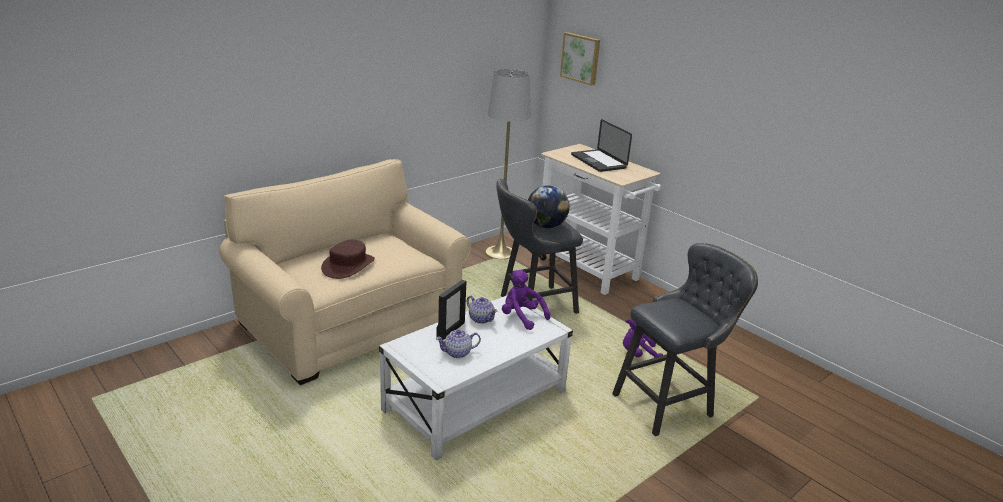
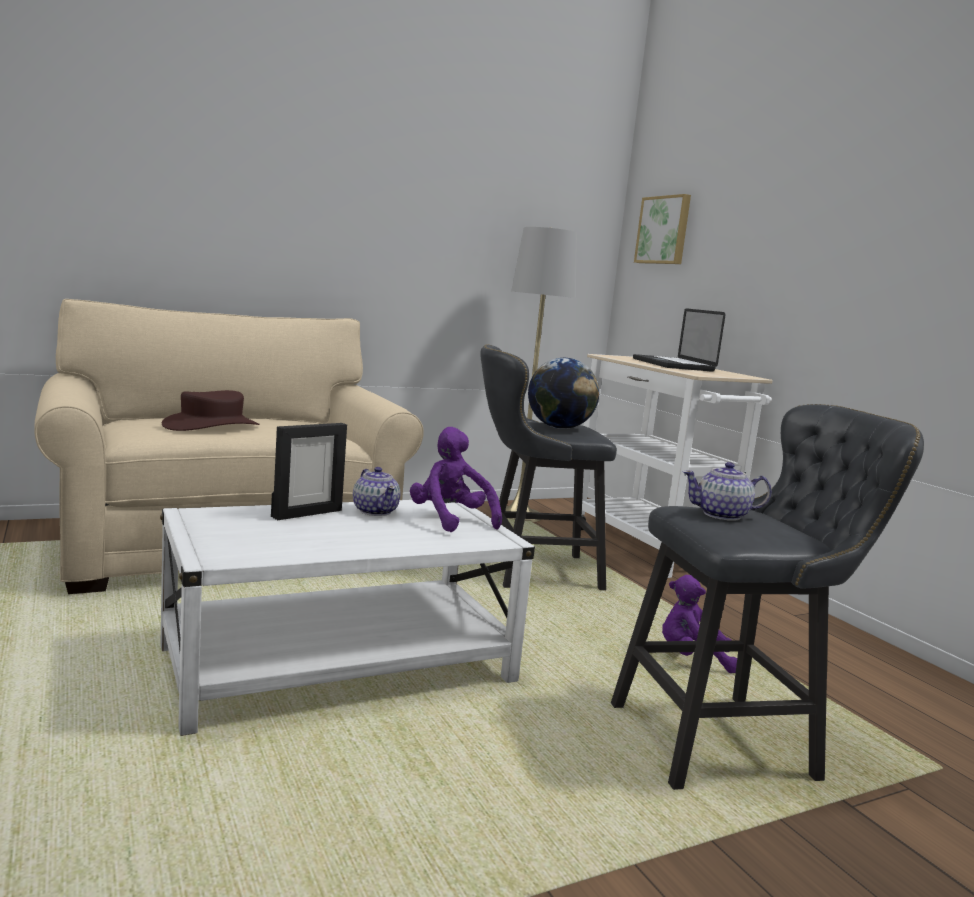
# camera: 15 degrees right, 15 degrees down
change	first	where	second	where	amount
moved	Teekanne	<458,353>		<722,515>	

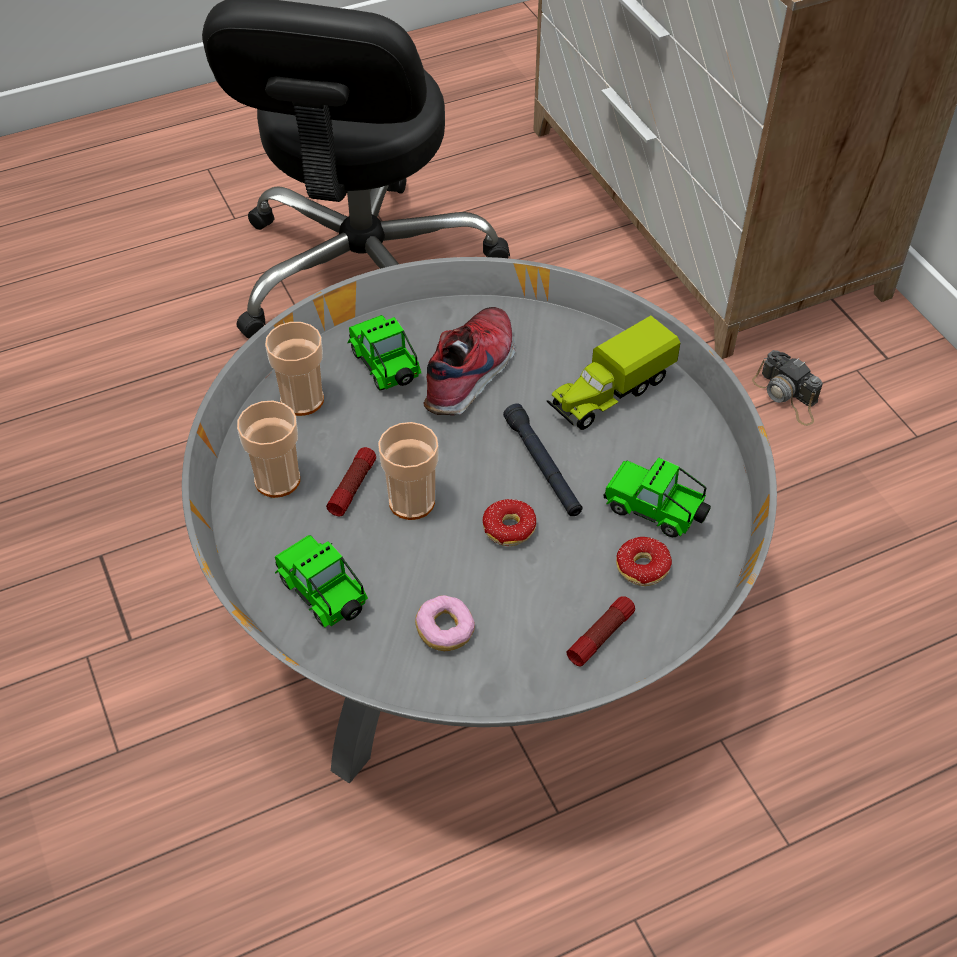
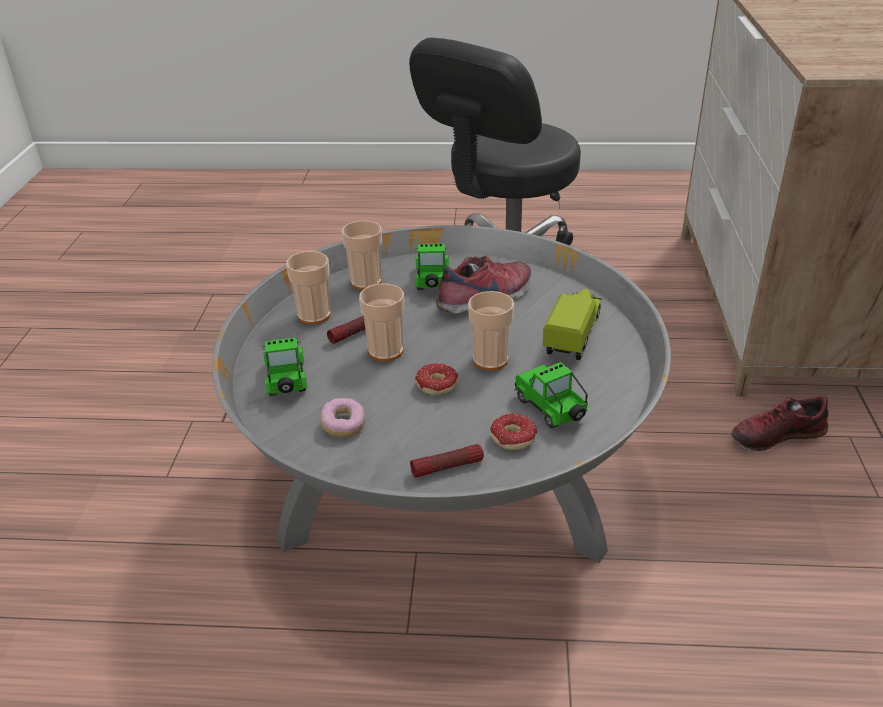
# camera: 30 degrees right, 15 degrees down
change	first	where	second	where	amount
turned	Spielzeuglaster	<610,393>		<573,335>	120 degrees clockwise
replaced	Kamera	<787,396>	Schuh	<776,435>	
replaced	Taschenlampe/schwarz	<543,467>	Tasse	<490,360>	

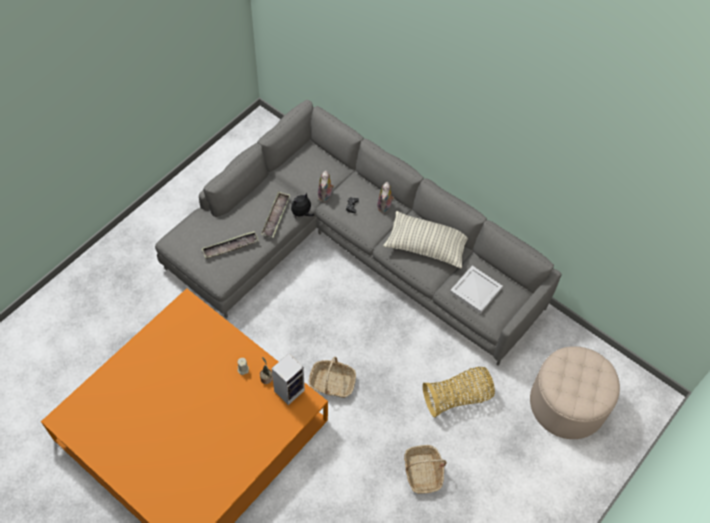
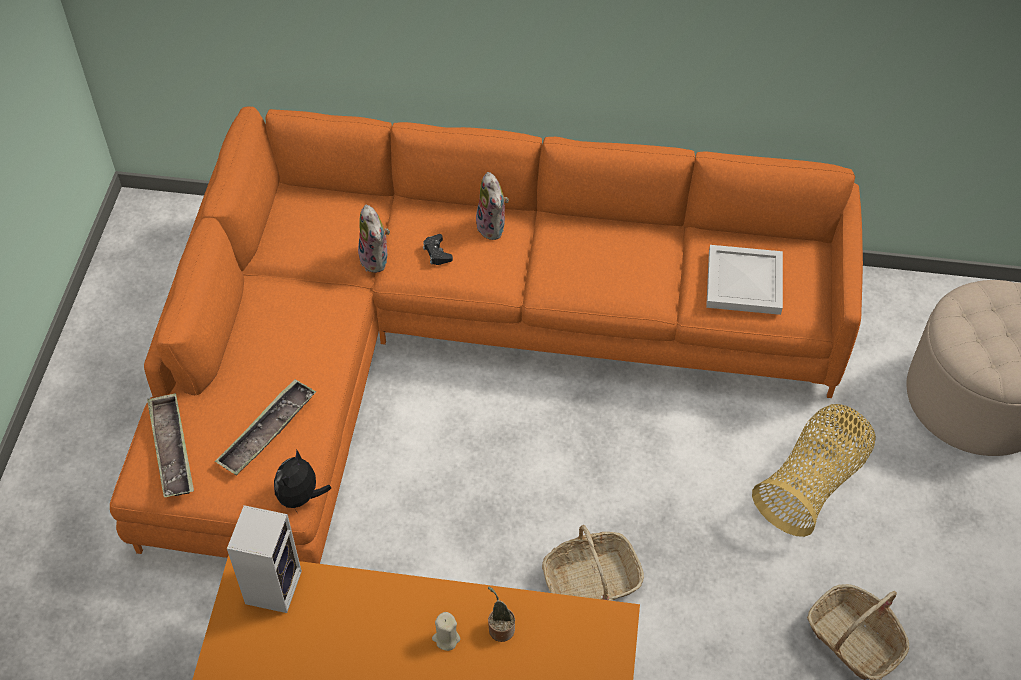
# camera: 30 degrees left, 5 degrees down
change	first	where	second	where	amount
recoloured	Sofa/grau	<348,249>	Sofa/orange	<453,344>	
moved	Tablett	<276,216>		<172,449>	
moved	Plüschtier	<302,213>		<301,497>	
removed	Kissen	<427,245>			
moved	Lautsprecher	<289,390>		<273,585>	

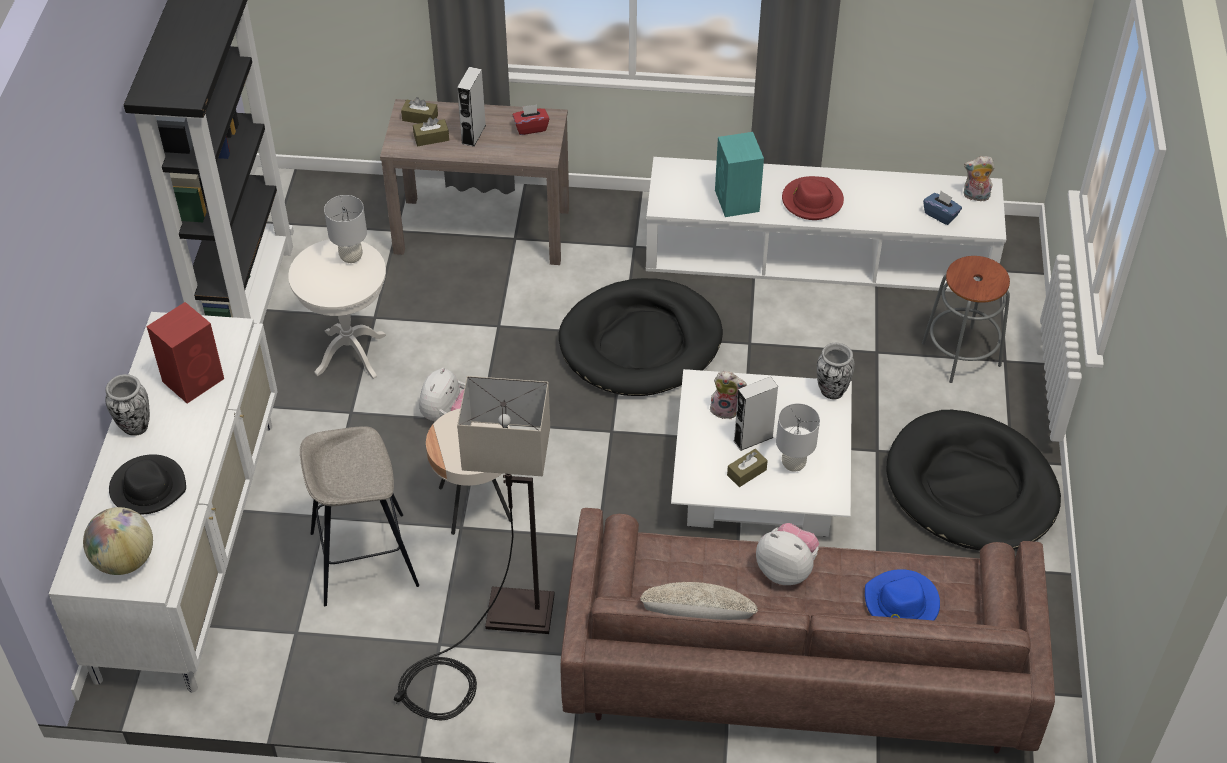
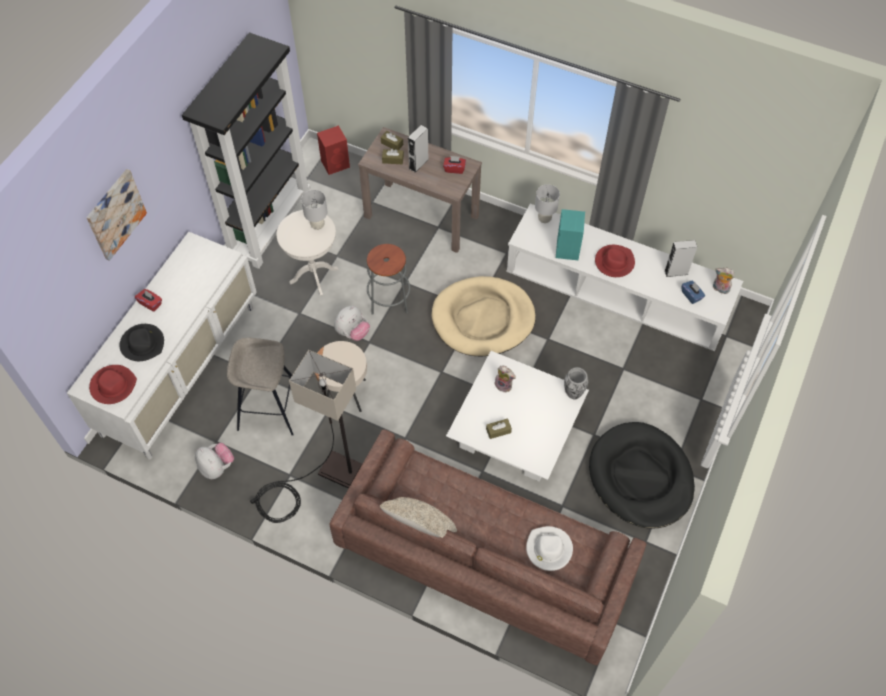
# camera: 20 degrees right, 10 degrees up
change	first	where	second	where	amount
moved	Hocker/grau	<961,354>		<389,298>	
recoloured	Hundebett/schwarz	<641,343>	Hundebett/beige	<483,319>	
moved	Lautsprecher/rot	<194,379>		<336,164>	
replaced	Vase	<135,427>	Taschentuchbox/rot	<151,303>	
moved	Lautsprecher/grau	<753,439>		<676,272>	
moved	Tischlampe/grau	<794,465>		<544,219>	
replaced	Globus	<124,560>	Hut/rot	<113,385>	
moved	Plüschtier	<786,569>		<217,467>	
recoloured	Hut/blau	<901,604>	Hut/weiß	<548,549>	
added			Bild	<115,214>	

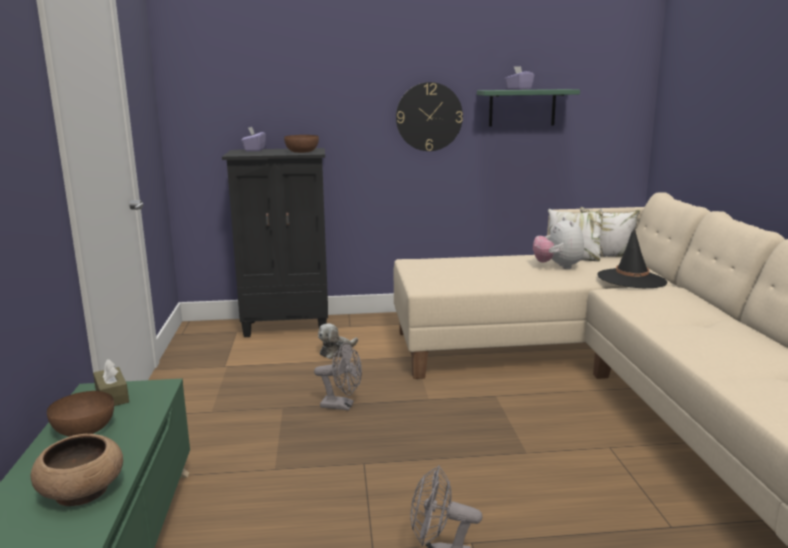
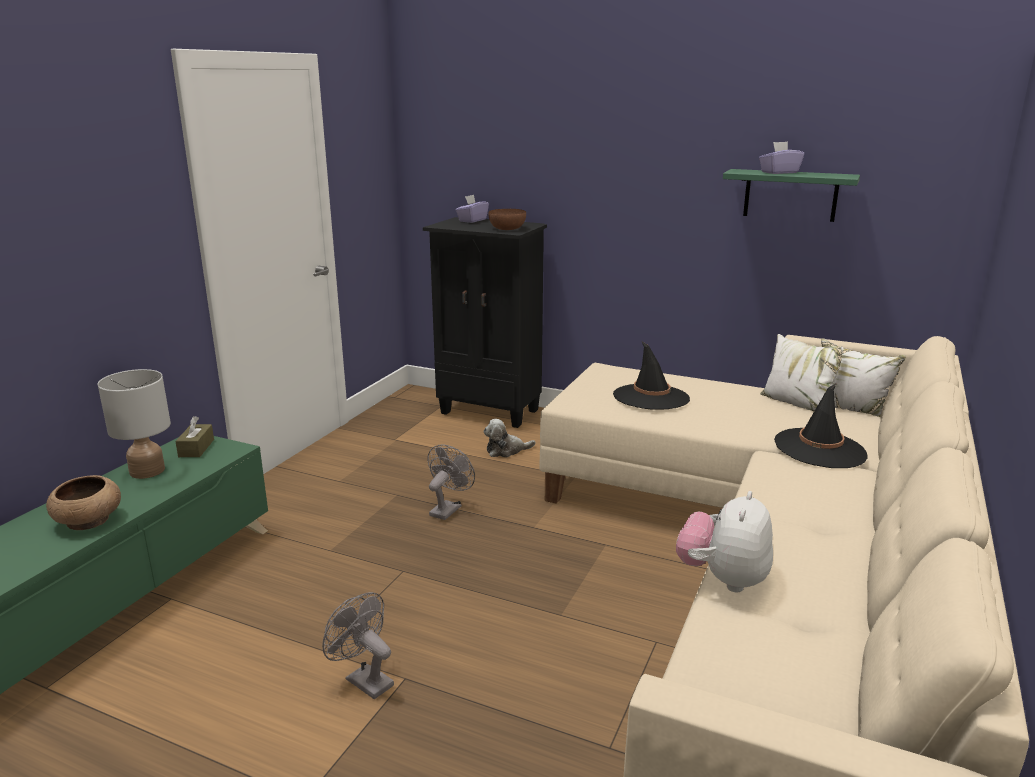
# camera: 30 degrees right, 5 degrees up
change	first	where	second	where	amount
removed	Wanduhr	<429,117>			
moved	Plüschtier	<558,267>		<723,579>	
turned	Ventilator/grau	<342,405>		<448,508>	105 degrees counterclockwise
replaced	Schüssel/braun	<84,429>	Tischlampe/grau	<147,471>	
added			Hut/schwarz	<651,397>	

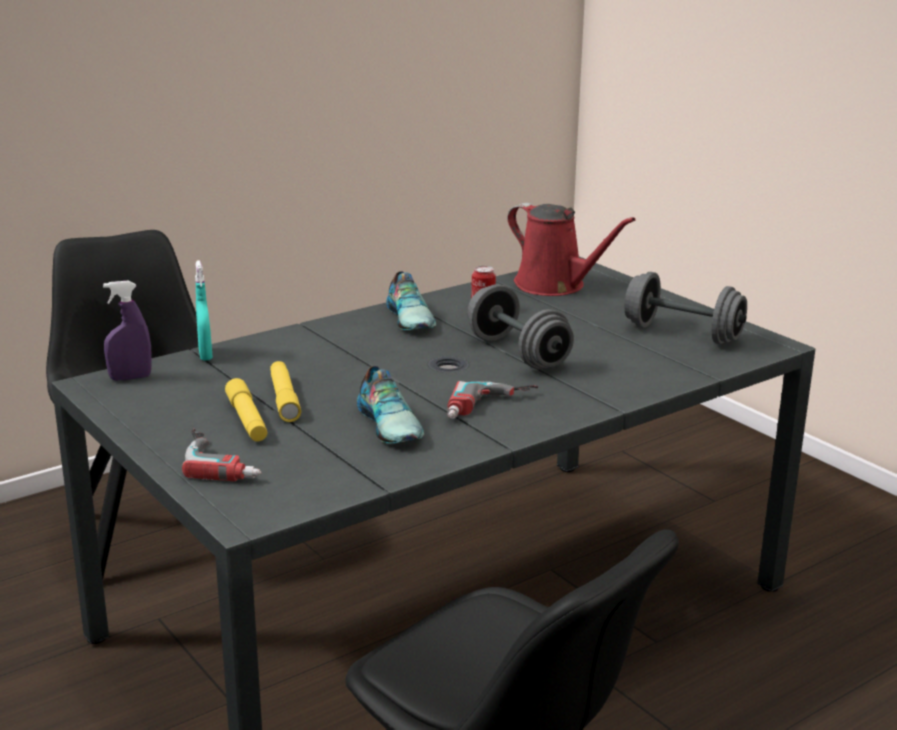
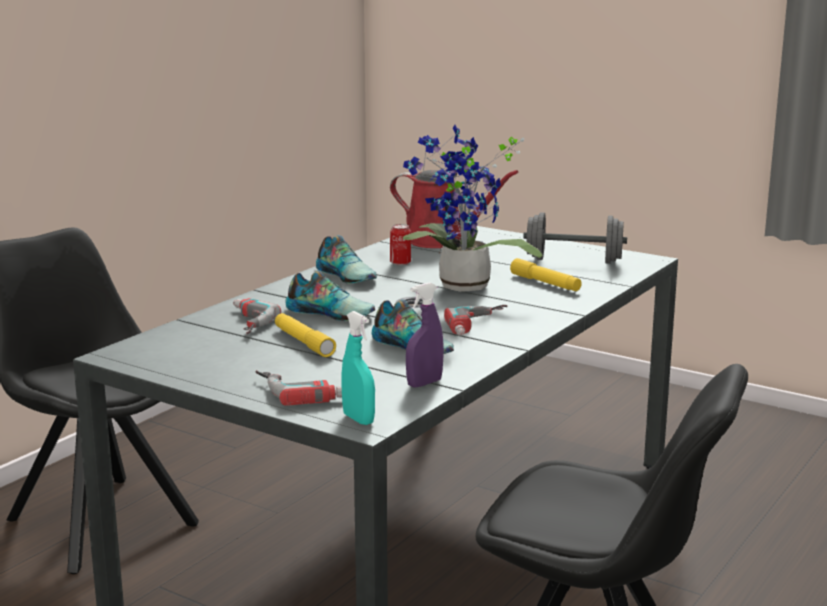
# camera: 20 degrees left, 5 degrees down
change	first	where	second	where	amount
moved	Sprühflasche/türkis	<205,355>		<358,419>	
moved	Sprühflasche/lila	<130,377>		<424,383>	
replaced	Hantel/grau	<518,353>	Topfpflanze	<461,288>	
moved	Taschenlampe/gelb	<247,420>		<545,283>	
added			Schuh	<330,312>	
added			Bohrmaschine	<242,323>	

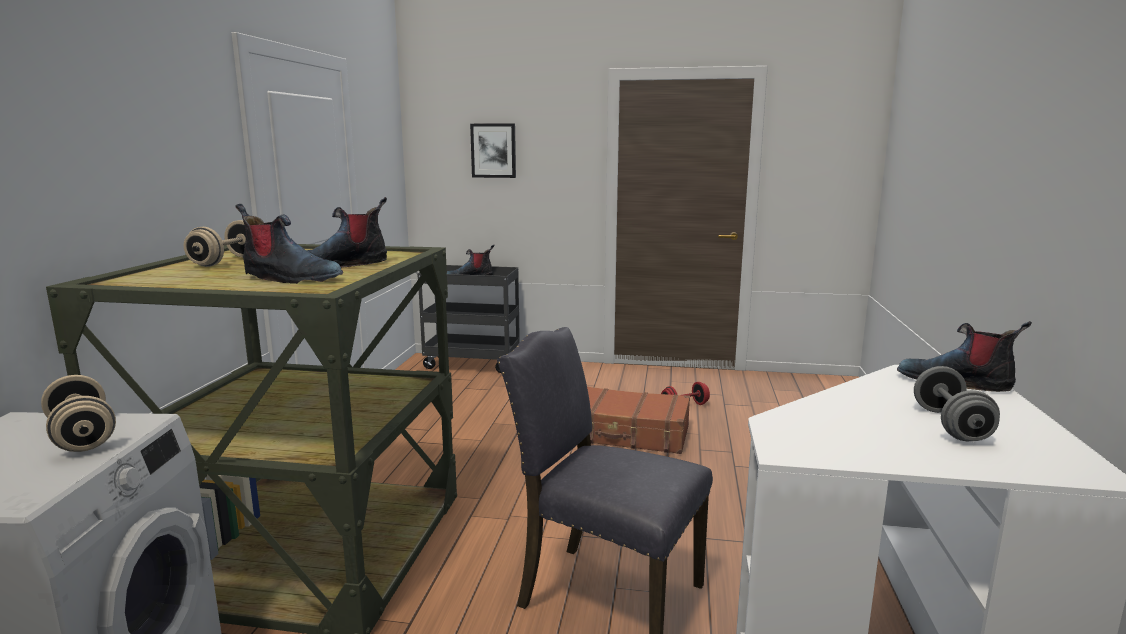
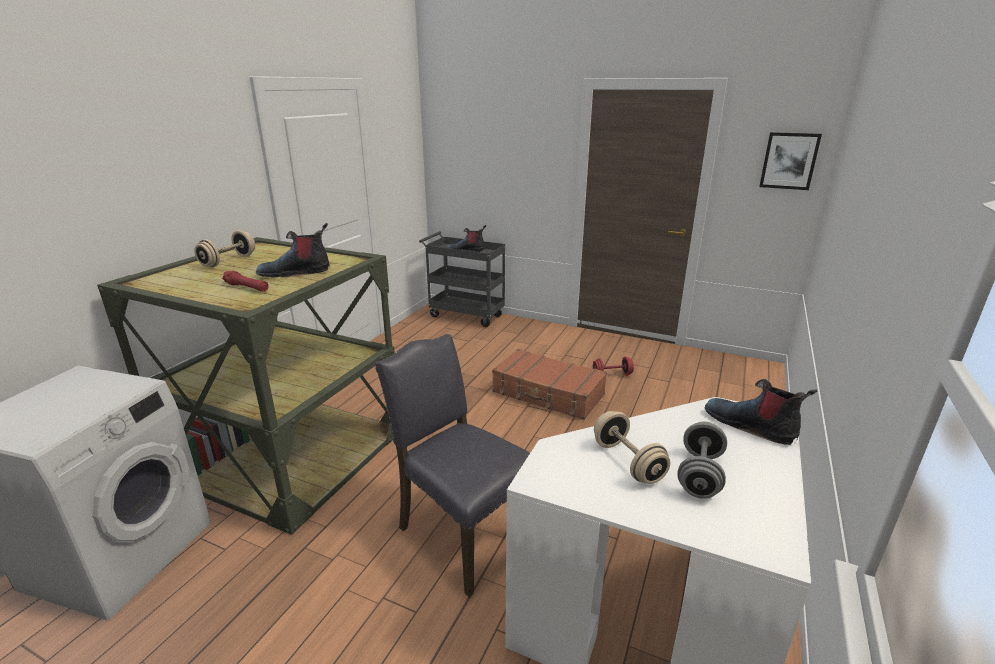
# camera: 15 degrees right, 10 degrees up
change	first	where	second	where	amount
moved	Bild	<493,150>		<789,161>	
replaced	Stiefel	<290,278>	Taschenlampe/rot	<247,287>	
moved	Hantel/beige	<82,436>		<627,462>	

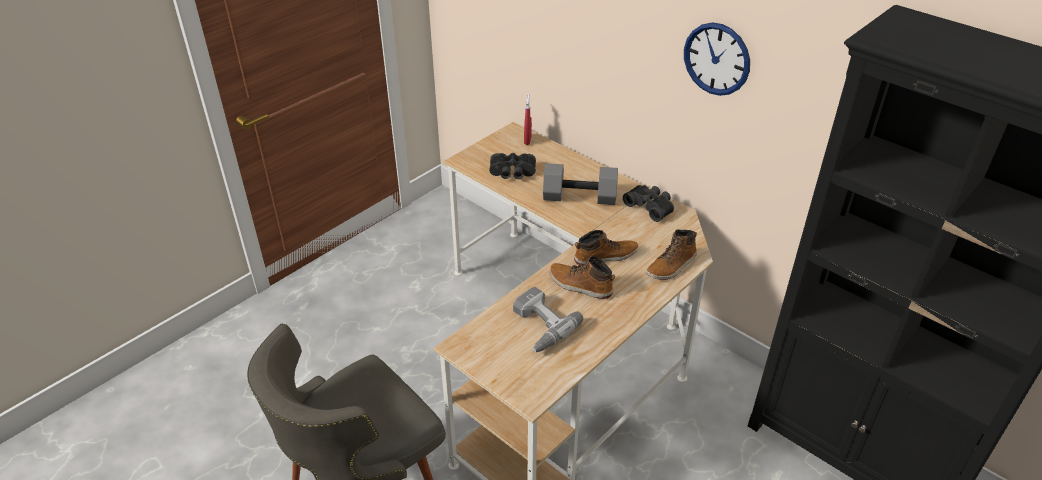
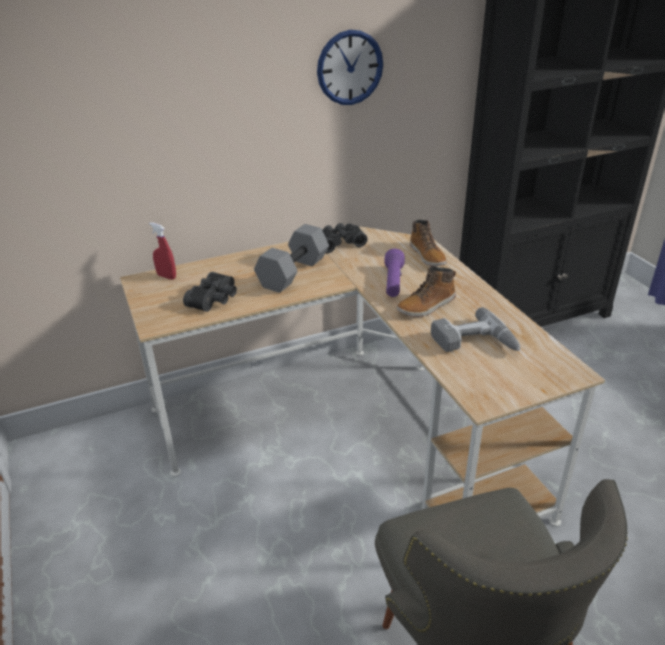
# camera: 65 degrees left, 5 degrees down
change	first	where	second	where	amount
replaced	Stiefel	<605,256>	Taschenlampe/lila	<393,282>	

